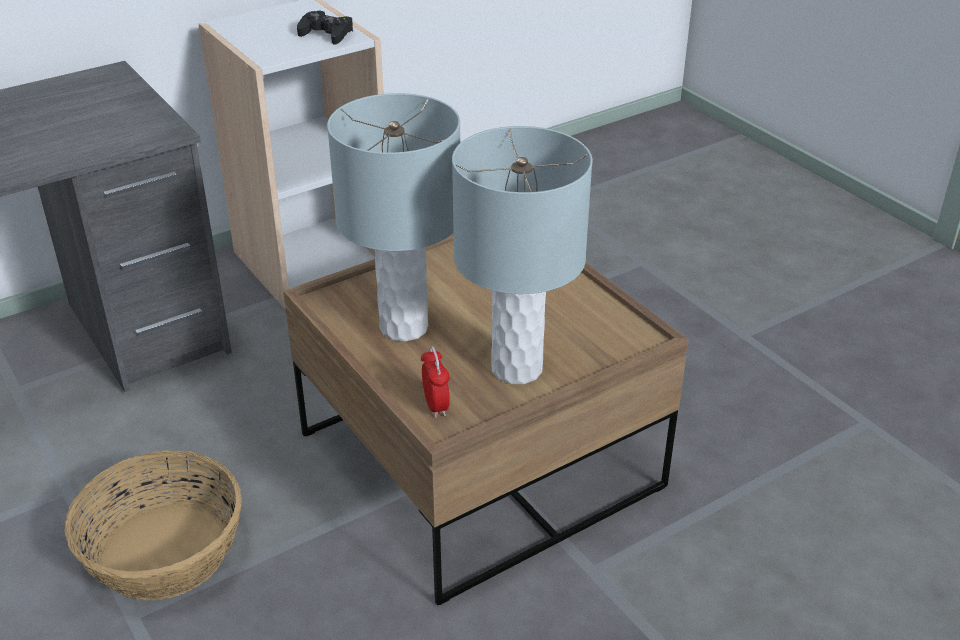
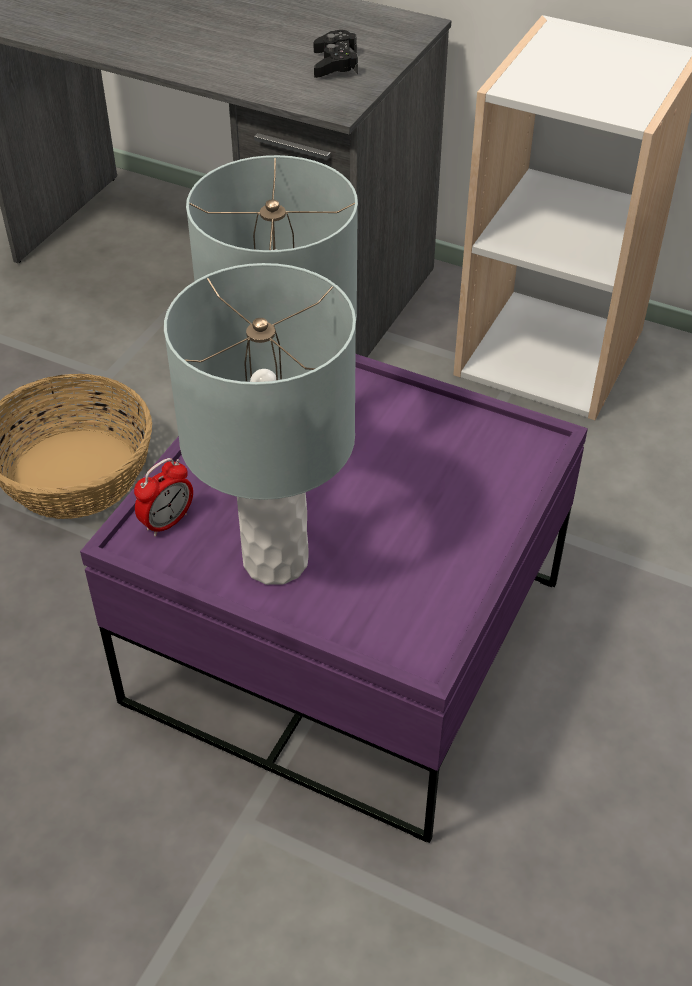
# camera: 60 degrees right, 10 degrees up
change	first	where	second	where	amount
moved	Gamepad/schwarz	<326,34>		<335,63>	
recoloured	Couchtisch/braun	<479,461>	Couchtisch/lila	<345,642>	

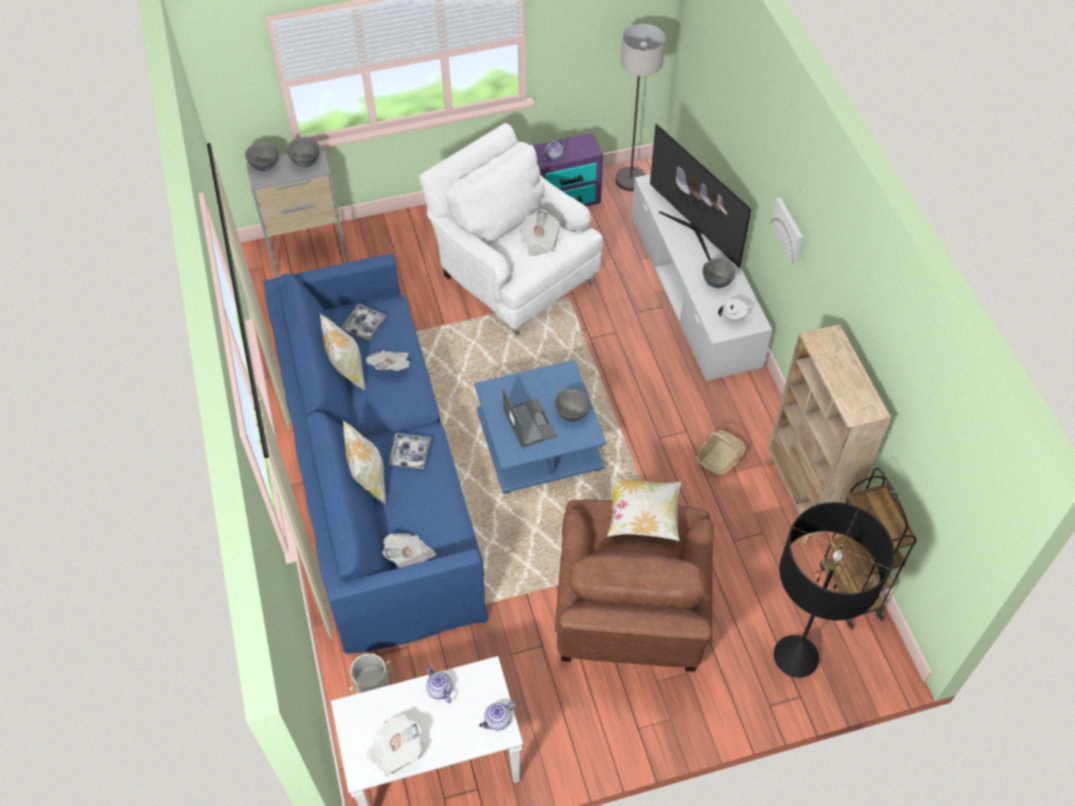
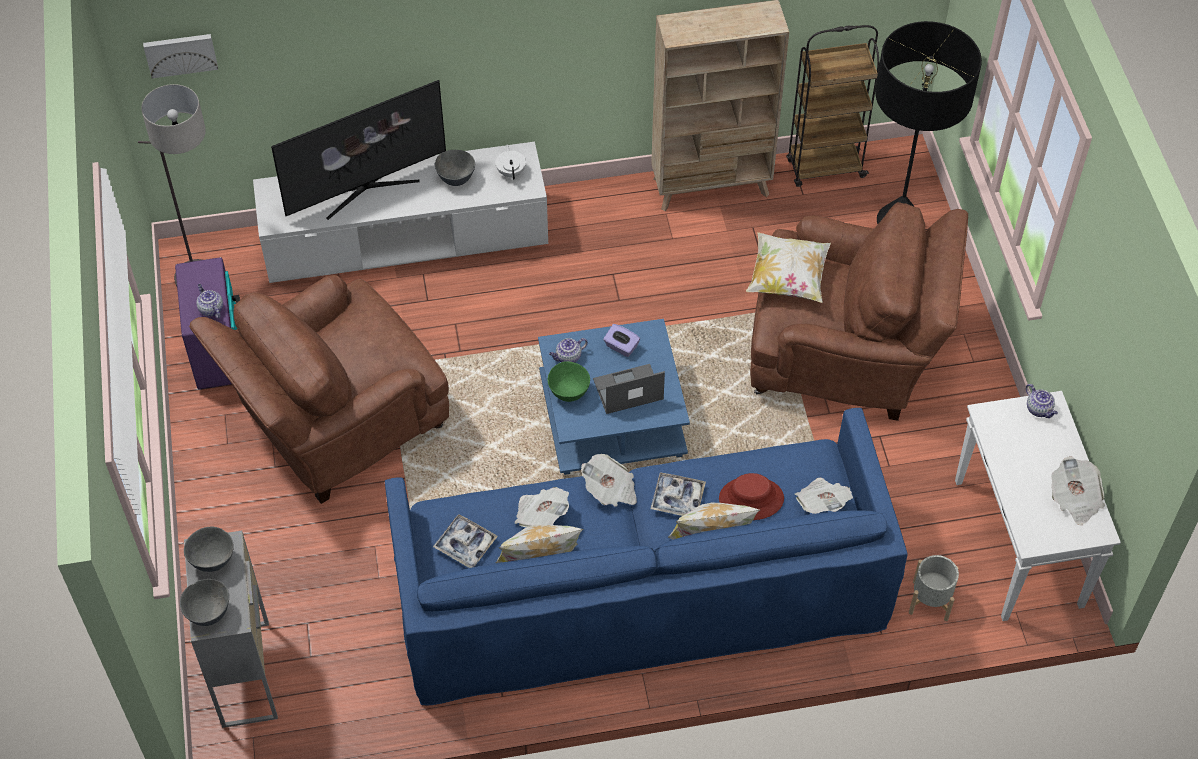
# camera: 85 degrees left, 0 degrees up
change	first	where	second	where	amount
recoloured	Sessel/weiß	<513,273>	Sessel/braun	<334,423>	
moved	Bild	<789,229>		<180,54>	
moved	Zeitung	<539,241>		<610,490>	
replaced	Schüssel/grau	<572,415>	Taschentuchbox/lila	<621,347>	
removed	Korb	<719,458>			
moved	Teekanne	<439,689>		<568,357>	
added			Schüssel/grün	<568,393>	
added			Hut/rot	<751,499>	

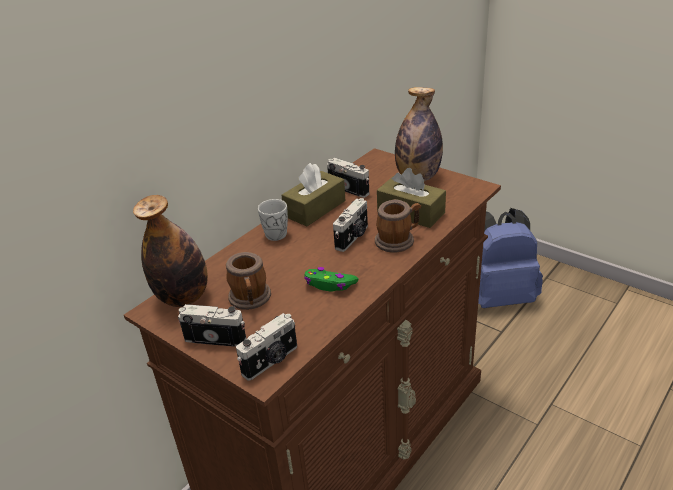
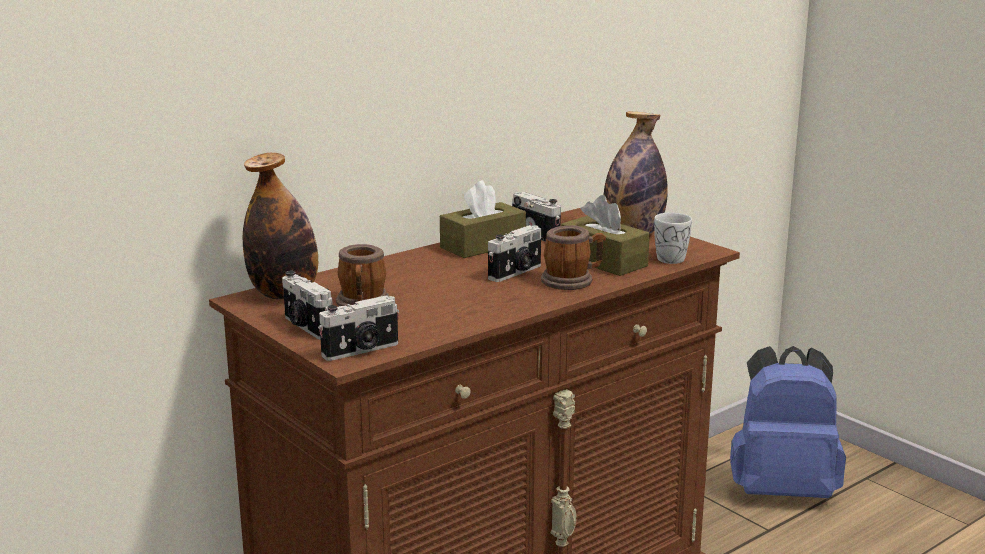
# camera: 10 degrees right, 15 degrees down
change	first	where	second	where	amount
moved	Henkelbecher/weiß	<276,232>		<670,257>	
removed	Gamepad/grün	<330,284>			
turned	Kamera	<216,338>		<306,327>	150 degrees counterclockwise

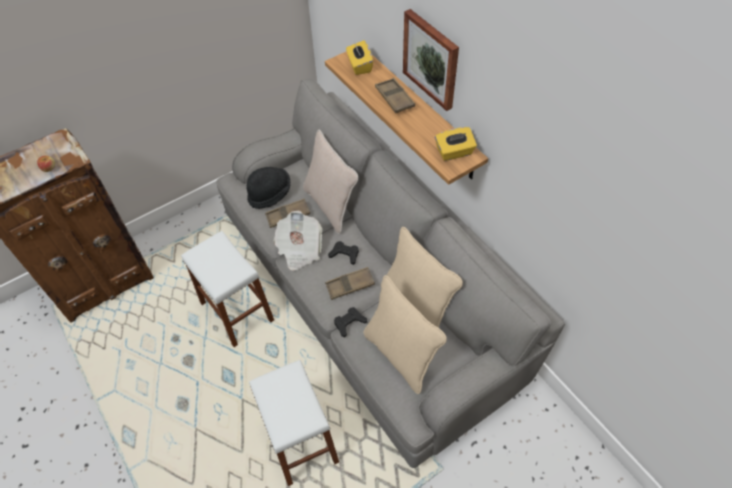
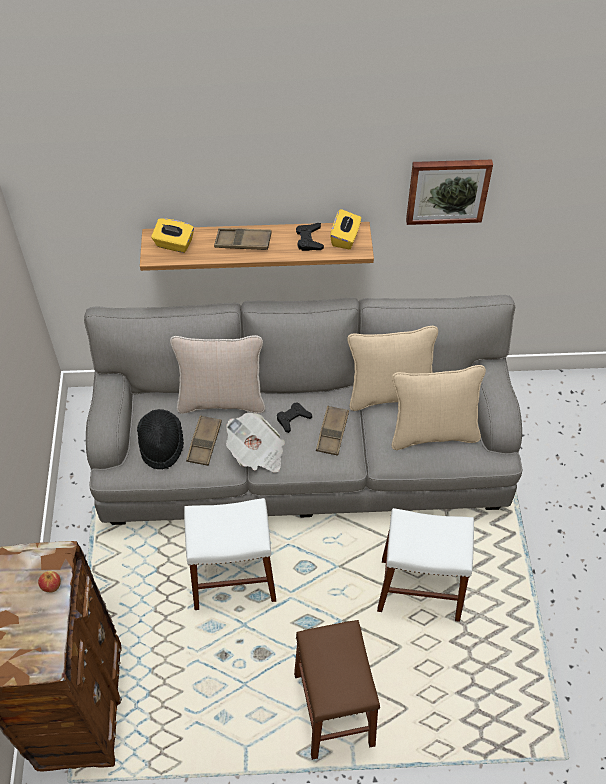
# camera: 60 degrees left, 0 degrees up
change	first	where	second	where	amount
moved	Bild	<431,59>		<447,190>	
moved	Gamepad/schwarz	<349,323>		<309,240>	
added			Hocker/braun	<333,709>	

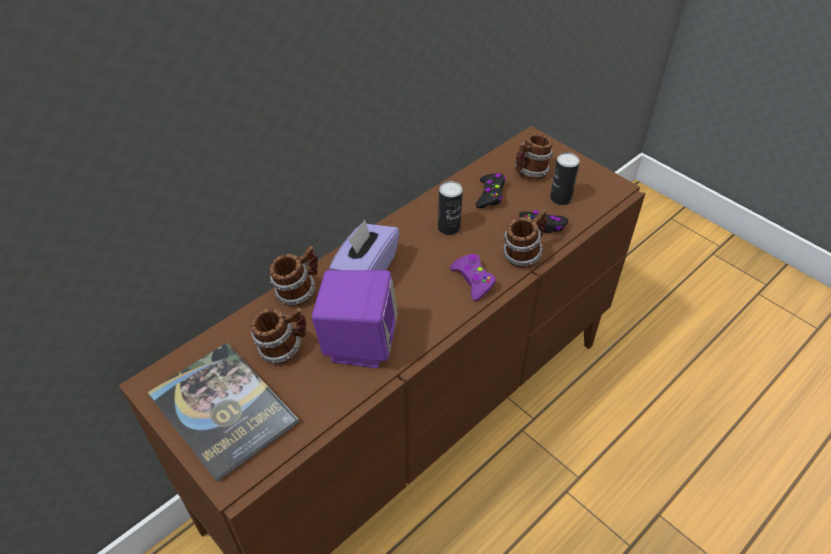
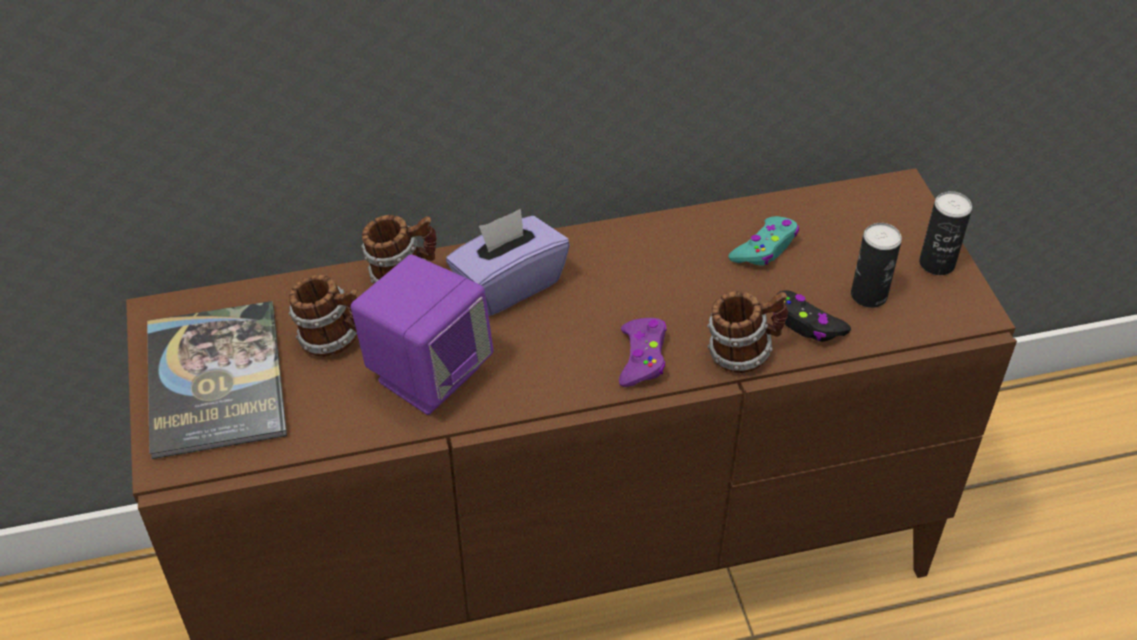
# camera: 30 degrees right, 0 degrees up
change	first	where	second	where	amount
removed	Henkelbecher	<530,173>			
recoloured	Gamepad/schwarz	<490,195>	Gamepad/türkis	<765,248>	
moved	Dose	<449,228>		<937,263>	

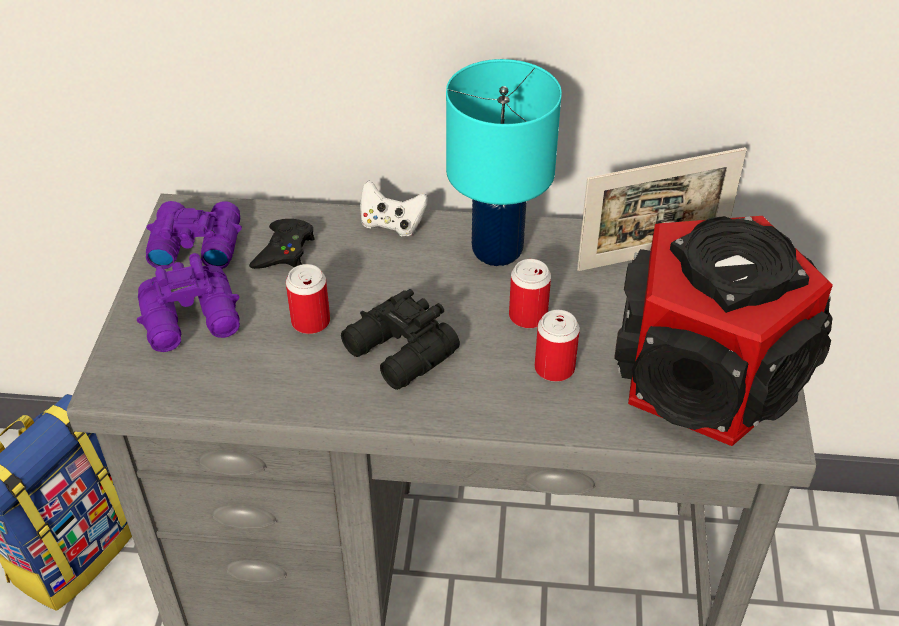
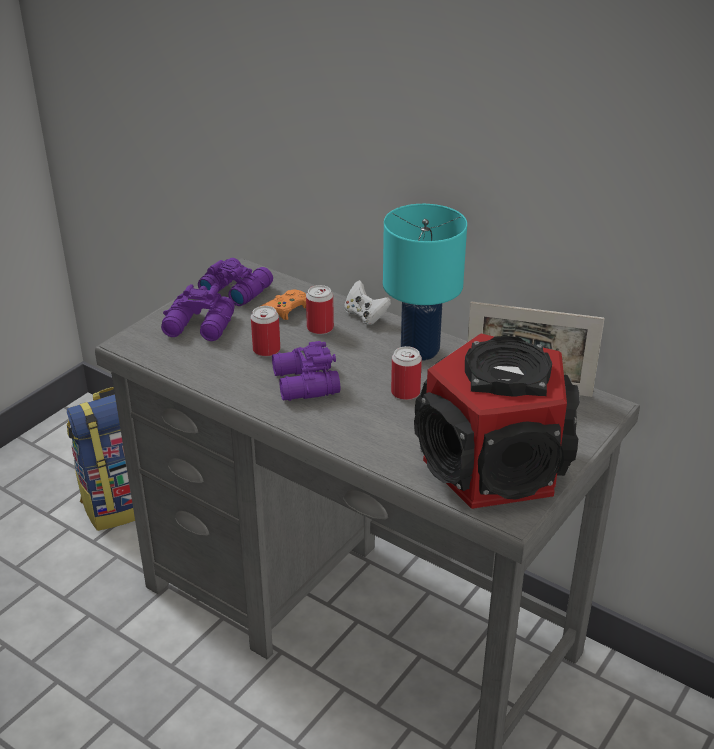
# camera: 30 degrees right, 10 degrees down
change	first	where	second	where	amount
recoloured	Gamepad/schwarz	<284,250>	Gamepad/orange	<285,309>	
recoloured	Fernglas/schwarz	<400,354>	Fernglas/lila	<304,384>	
moved	Dose	<554,368>		<320,328>	

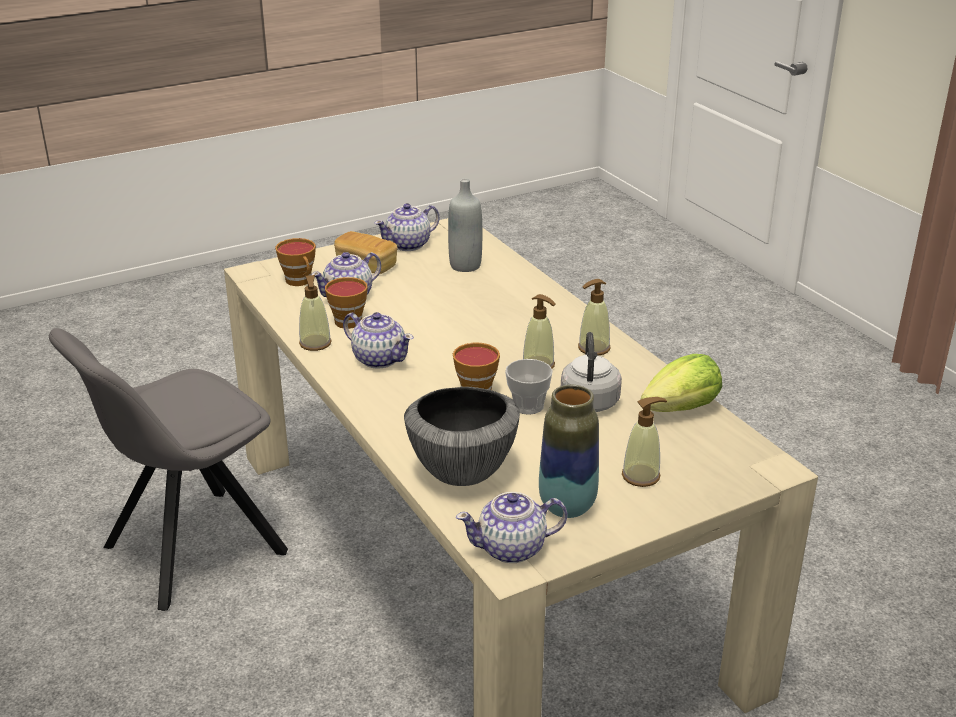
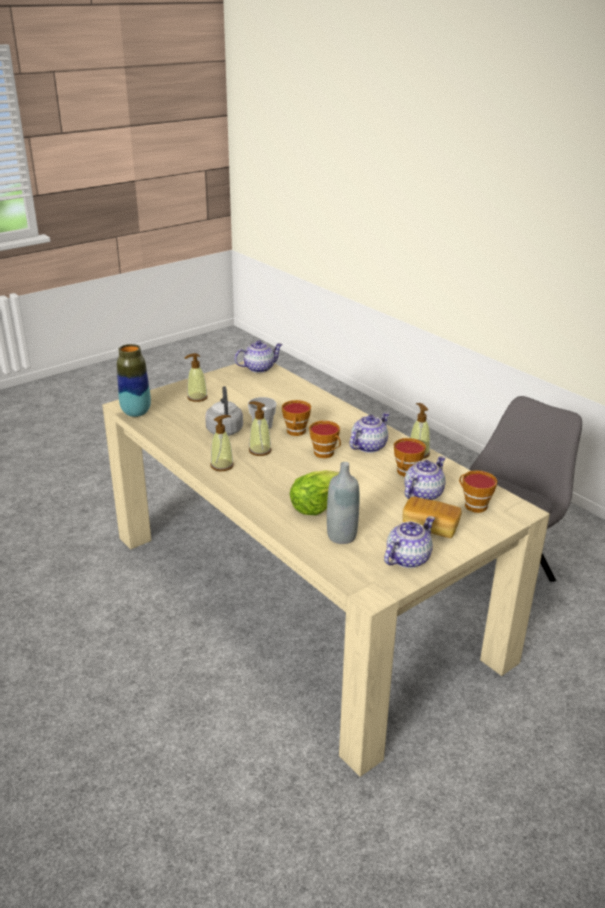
# camera: 170 degrees right, 0 degrees up
change	first	where	second	where	amount
turned	Teekanne	<379,359>		<368,446>	105 degrees clockwise
moved	Salatkopf	<681,409>		<316,506>	
moved	Vase	<567,507>		<136,412>	
removed	Schüssel	<462,471>			
added			Tasse	<326,454>	

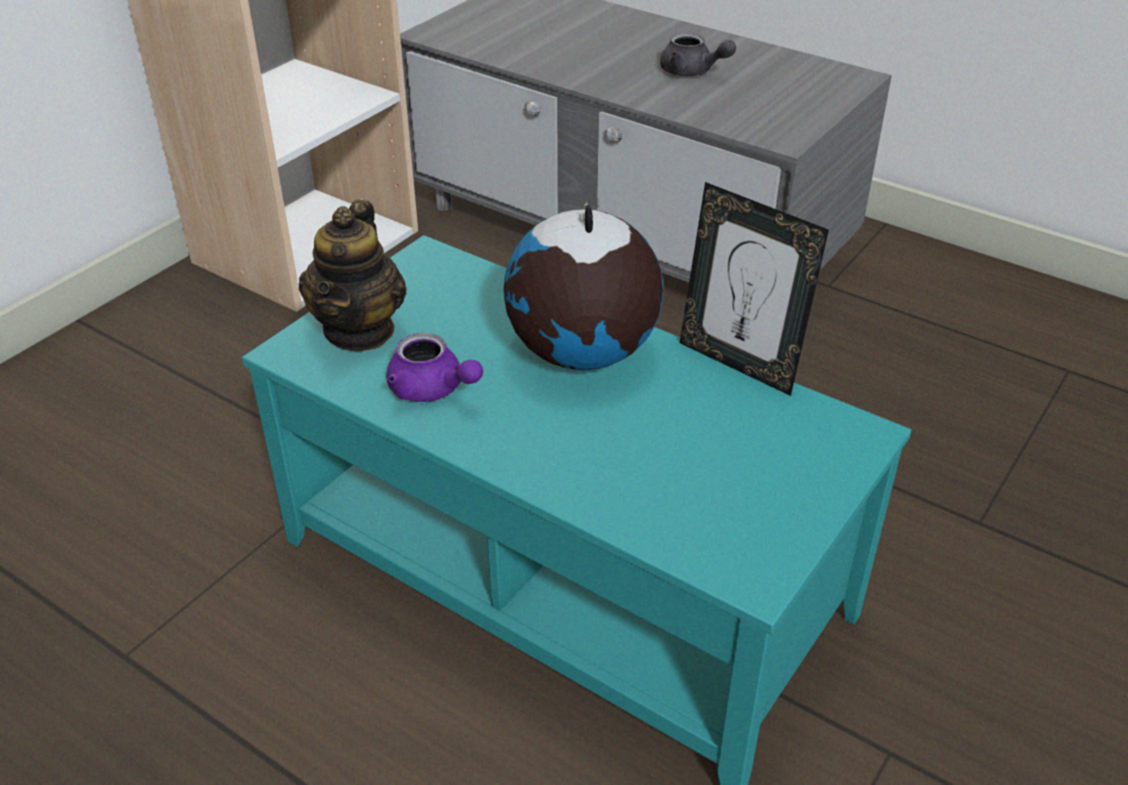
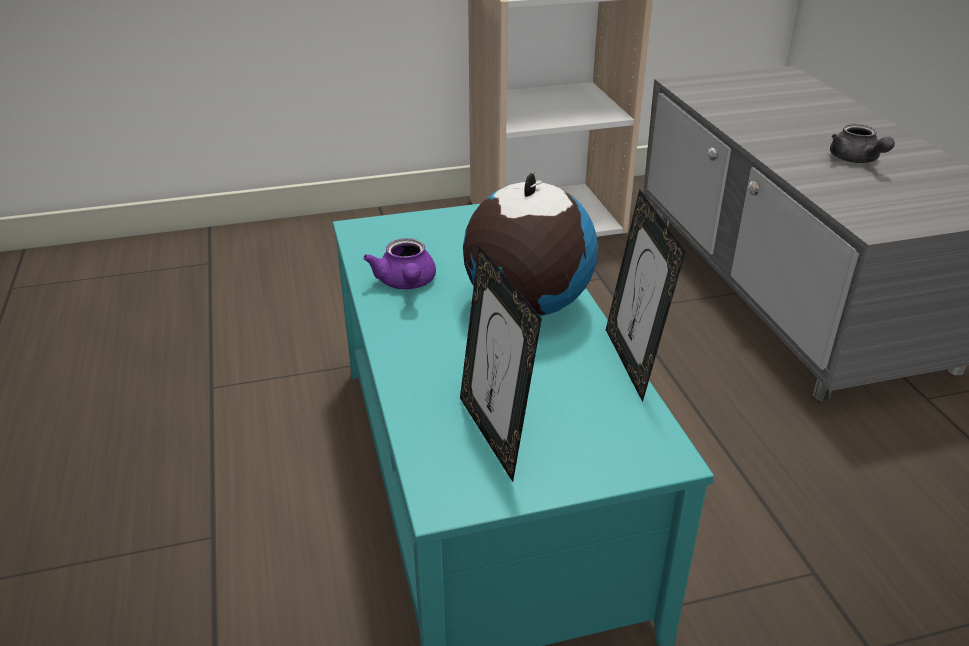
# camera: 40 degrees right, 5 degrees down
change	first	where	second	where	amount
removed	Teekanne	<360,330>			
added			Bilderrahmen	<495,434>	

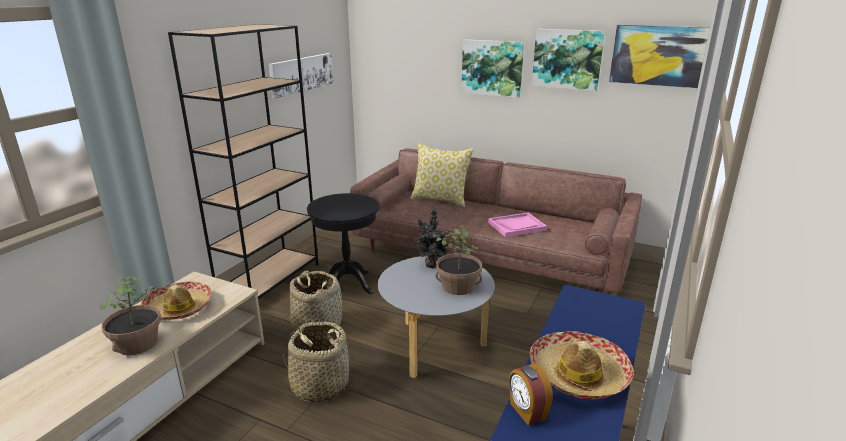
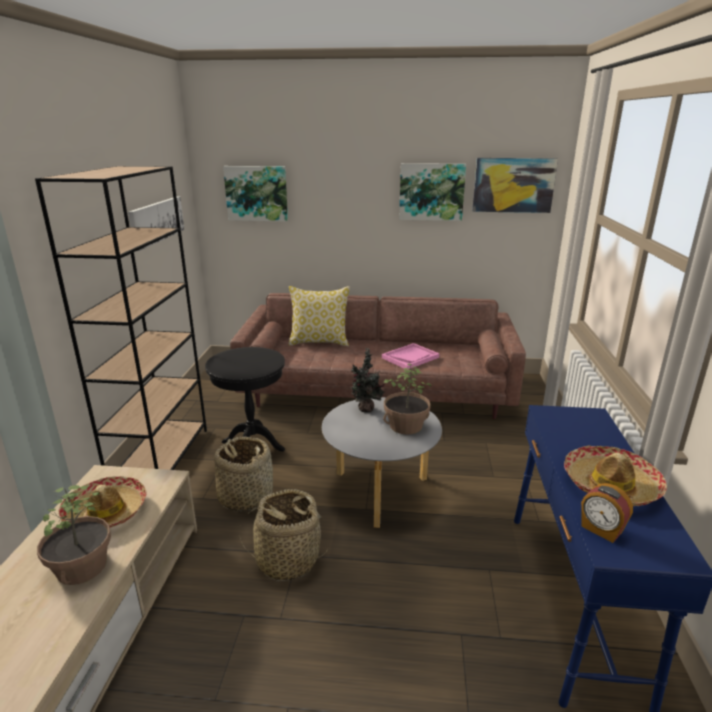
# camera: 20 degrees left, 0 degrees up
change	first	where	second	where	amount
moved	Bild	<492,68>		<256,193>	

